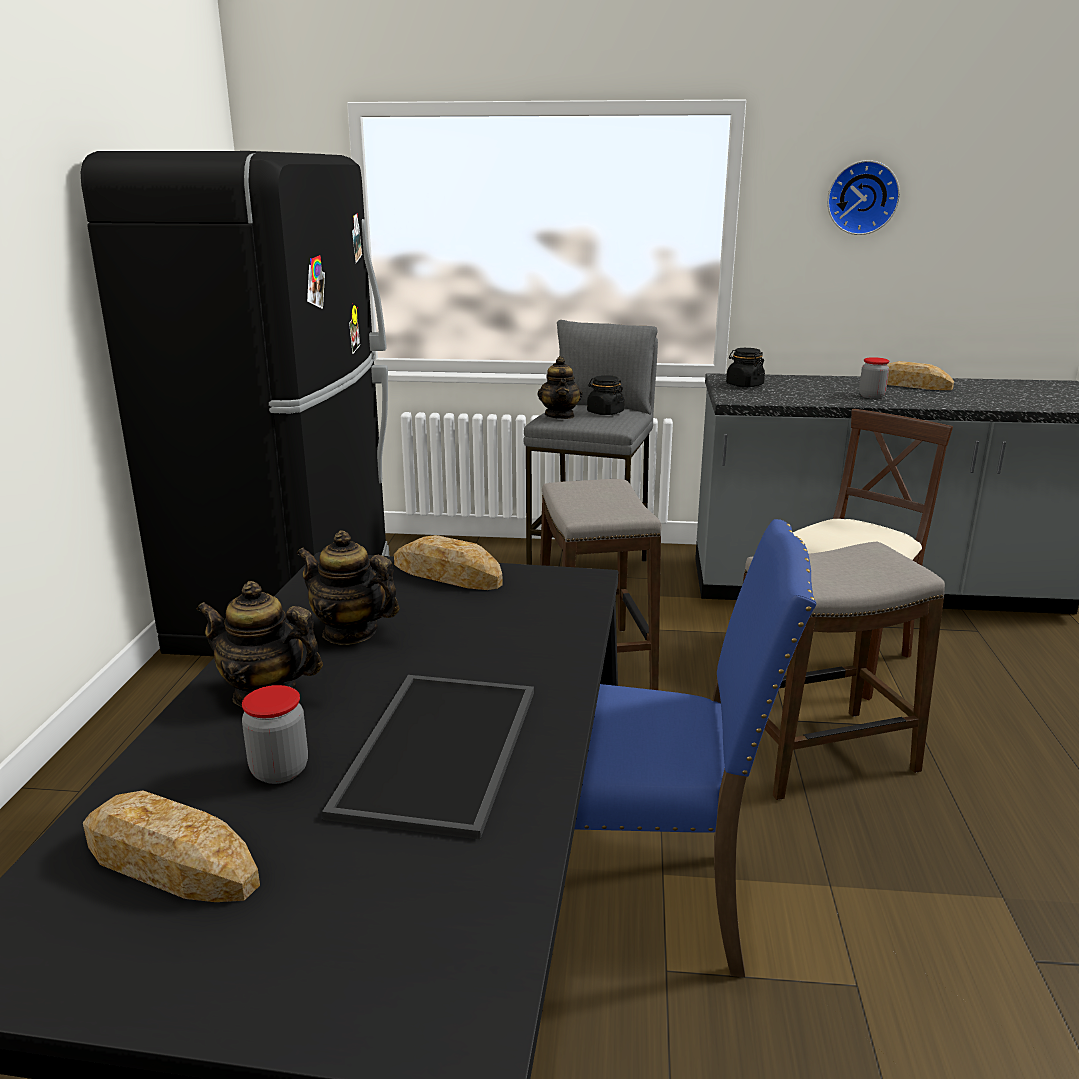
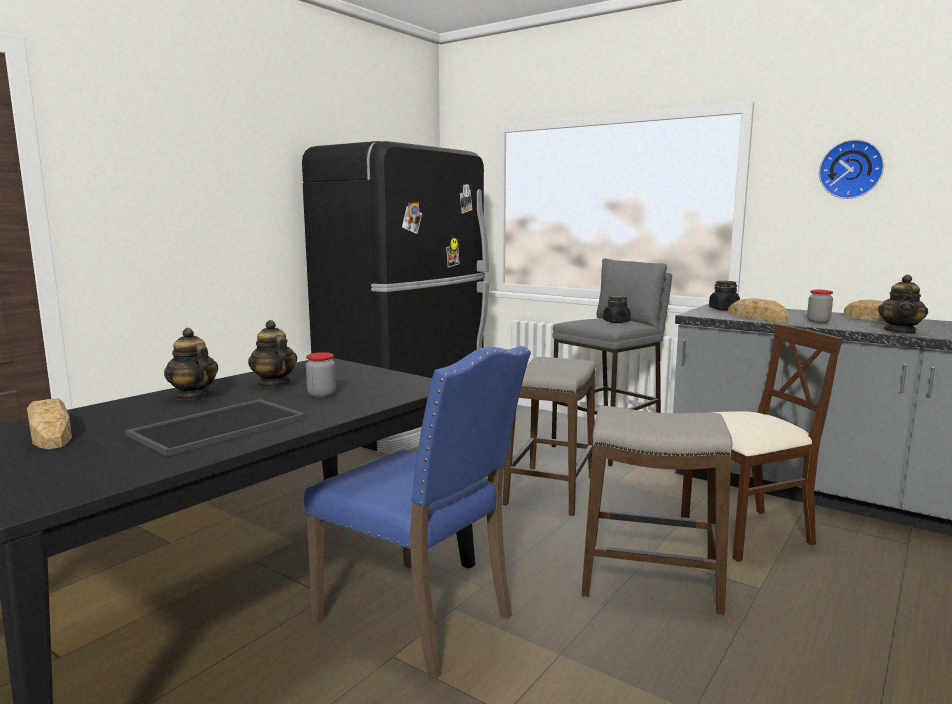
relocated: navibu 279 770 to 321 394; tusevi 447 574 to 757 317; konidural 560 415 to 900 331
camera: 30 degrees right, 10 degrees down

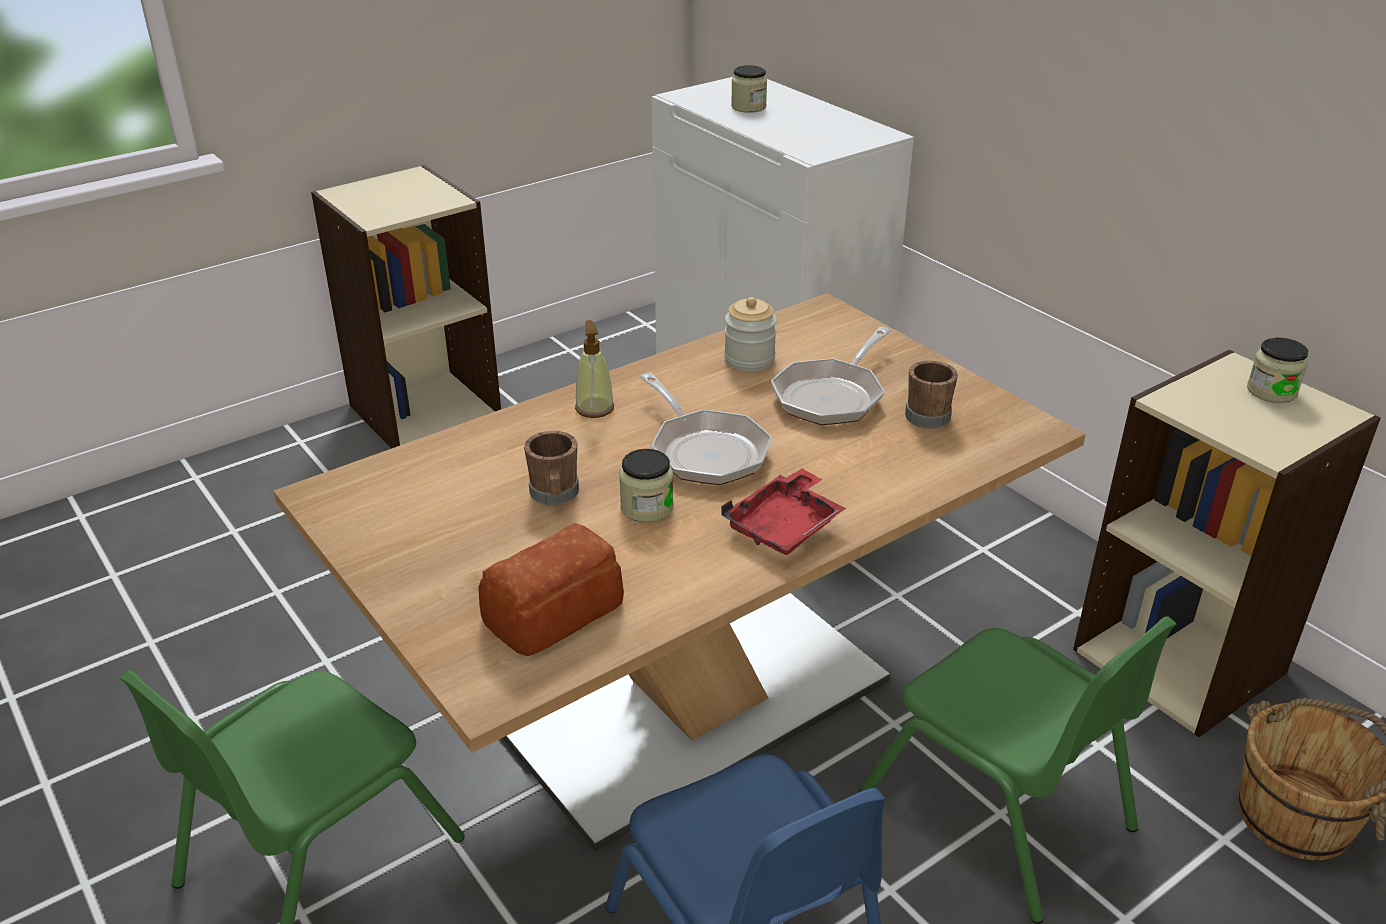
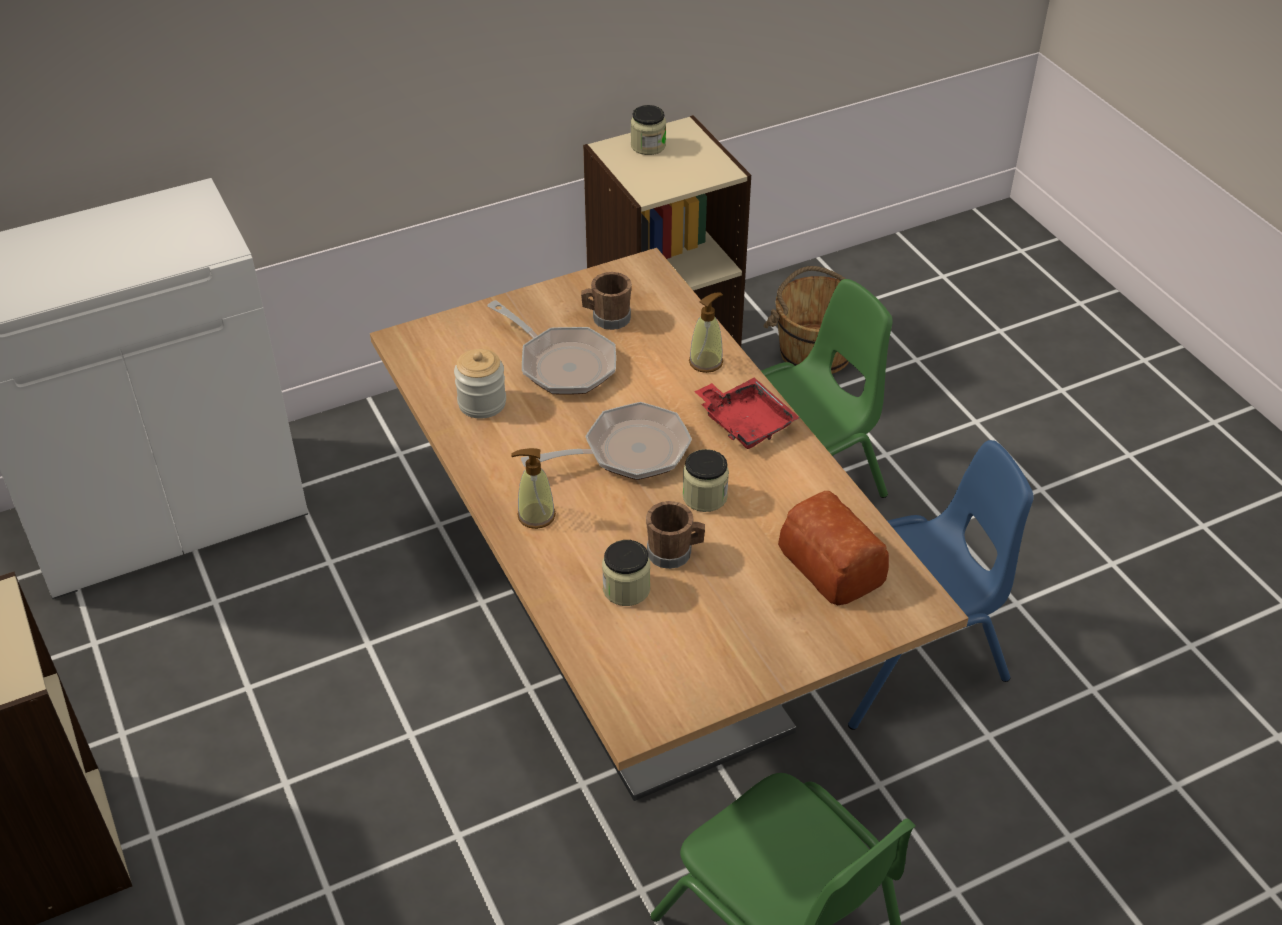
appeared: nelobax 706 362
relocated: navibu 748 107 to 626 589
camera: 80 degrees left, 10 degrees up

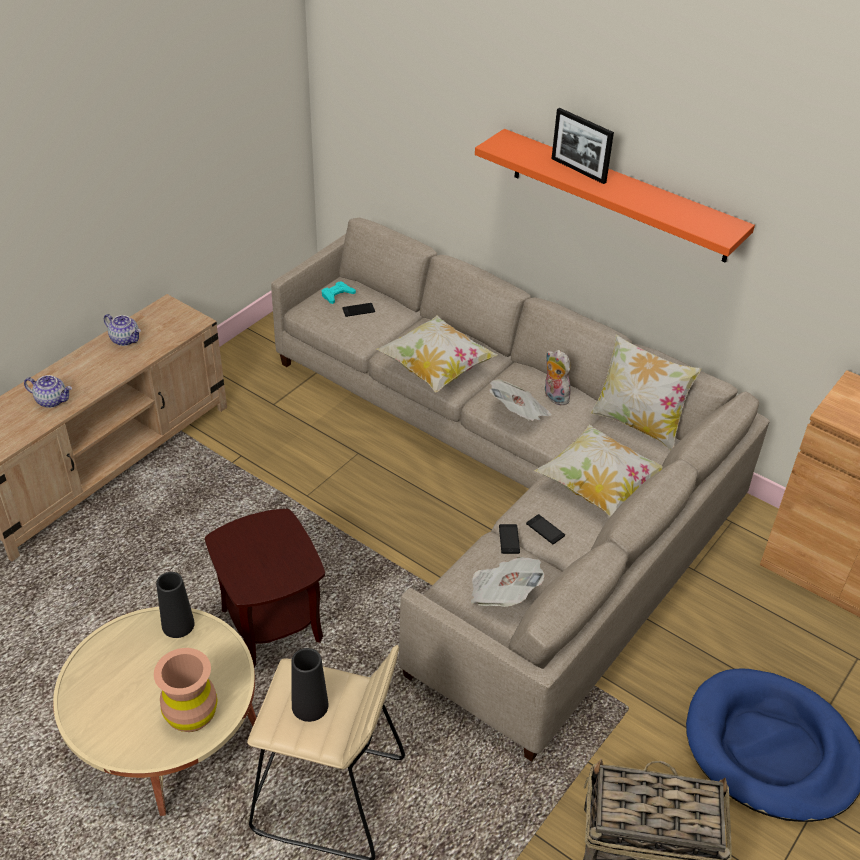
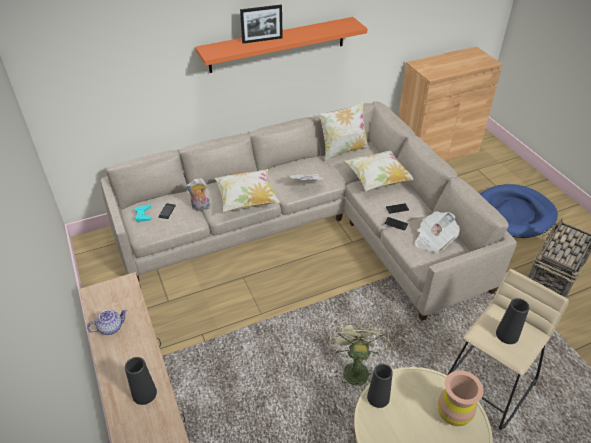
relocated: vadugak 554 397 to 200 207
exchanged: konidural 52 400 to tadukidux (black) 144 393; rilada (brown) 271 624 to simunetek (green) 354 368
camera: 60 degrees left, 0 degrees up

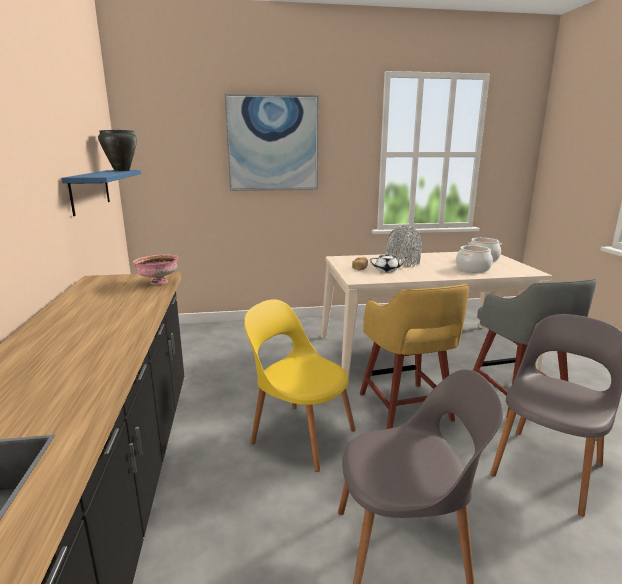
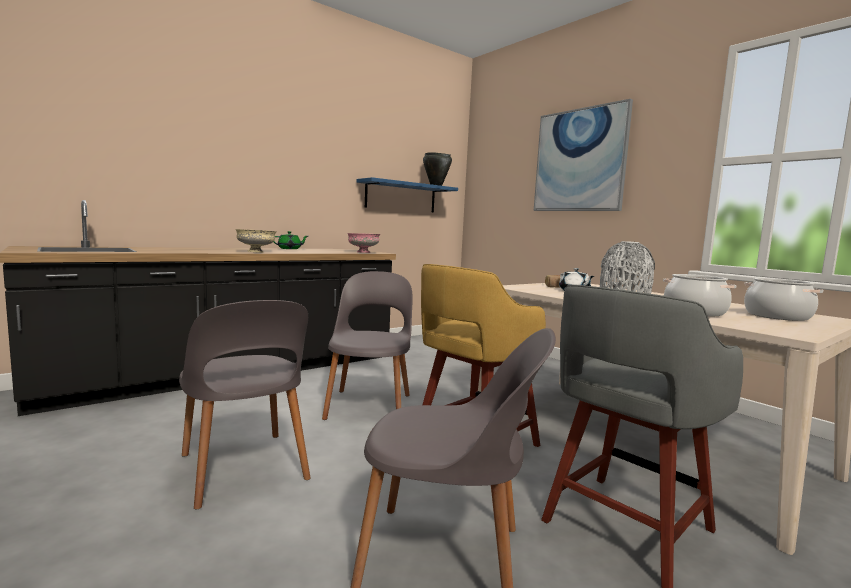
appeared: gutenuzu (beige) 255 252; konidural (green) 290 249
colour: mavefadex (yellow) 300 434 to mavefadex (grey) 369 405
camera: 60 degrees right, 10 degrees down

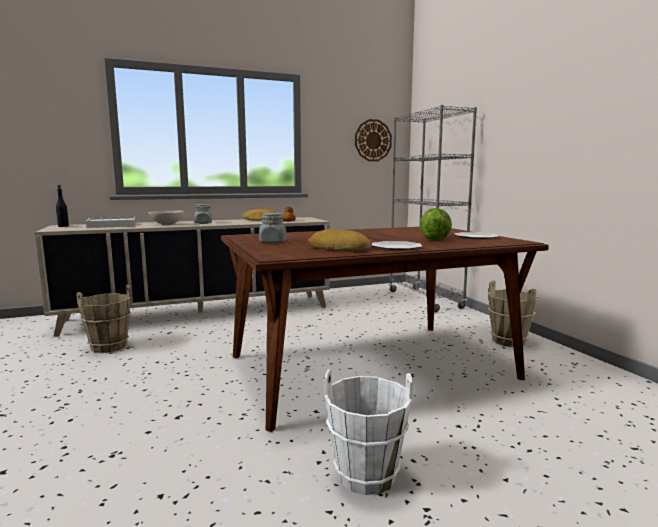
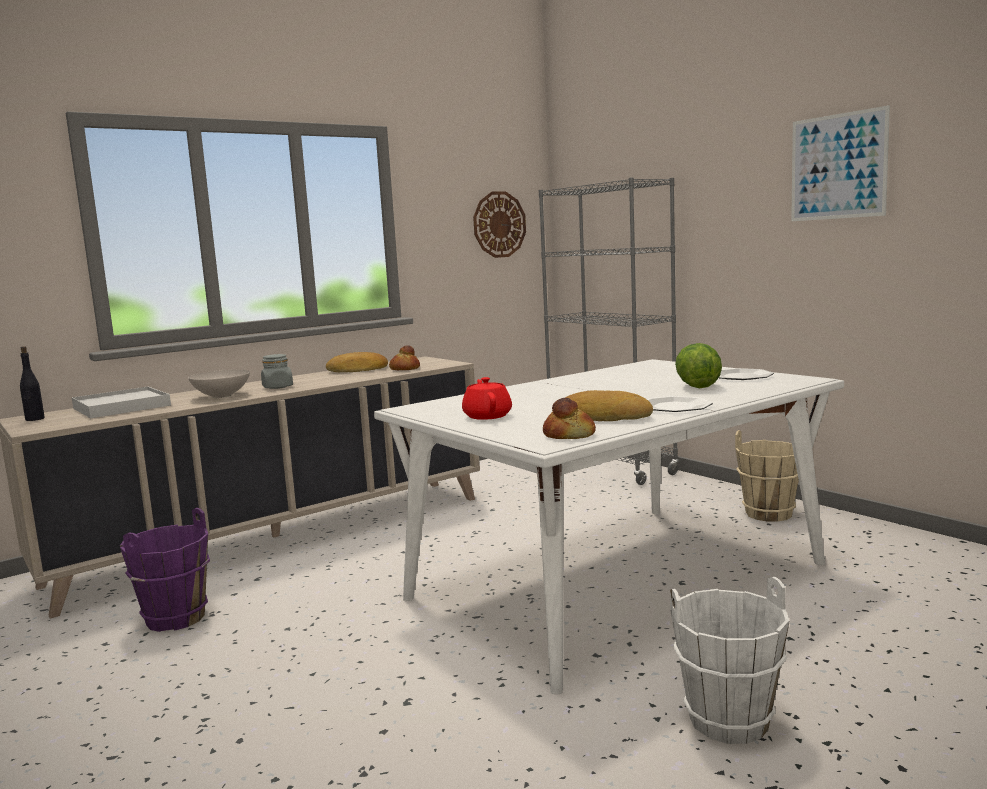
appeared: tusevi 569 435; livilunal 838 166
exchanged: navibu (grey) 273 242 to konidural (red) 487 416
colour: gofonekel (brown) 108 346 to gofonekel (purple) 175 618; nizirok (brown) 369 368 to nizirok (white) 617 582
camera: 15 degrees left, 0 degrees up

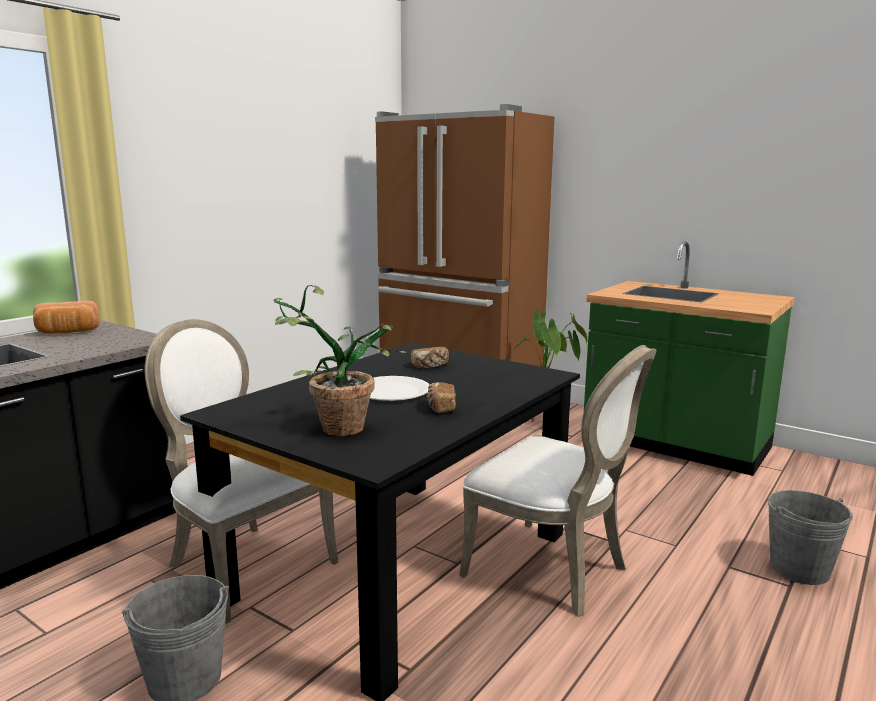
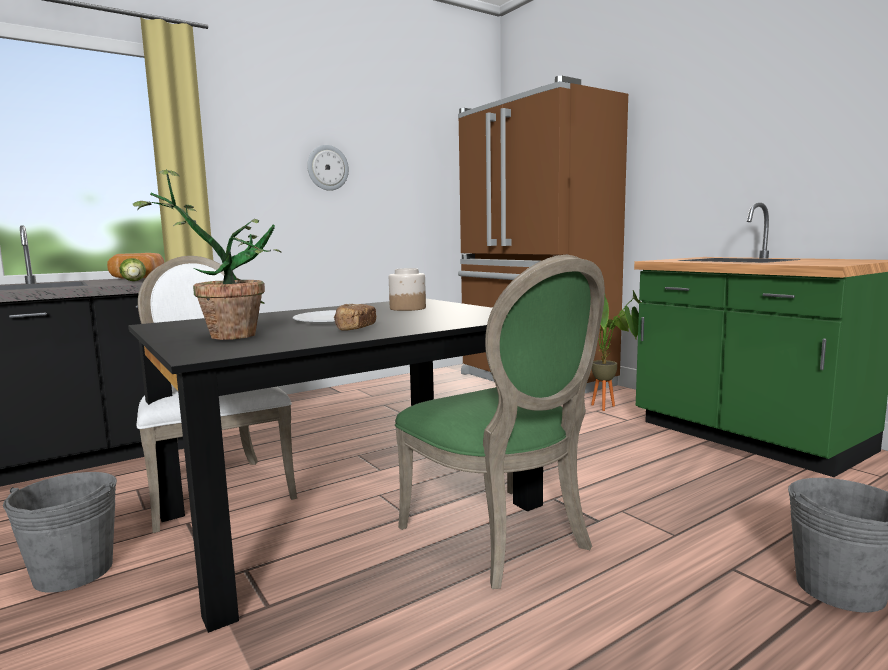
appeared: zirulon 134 281; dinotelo 327 168
exchanged: tusevi 430 366 to navibu 407 308
colour: mavefadex (white) 552 570 to mavefadex (green) 502 538
camera: 20 degrees right, 5 degrees down

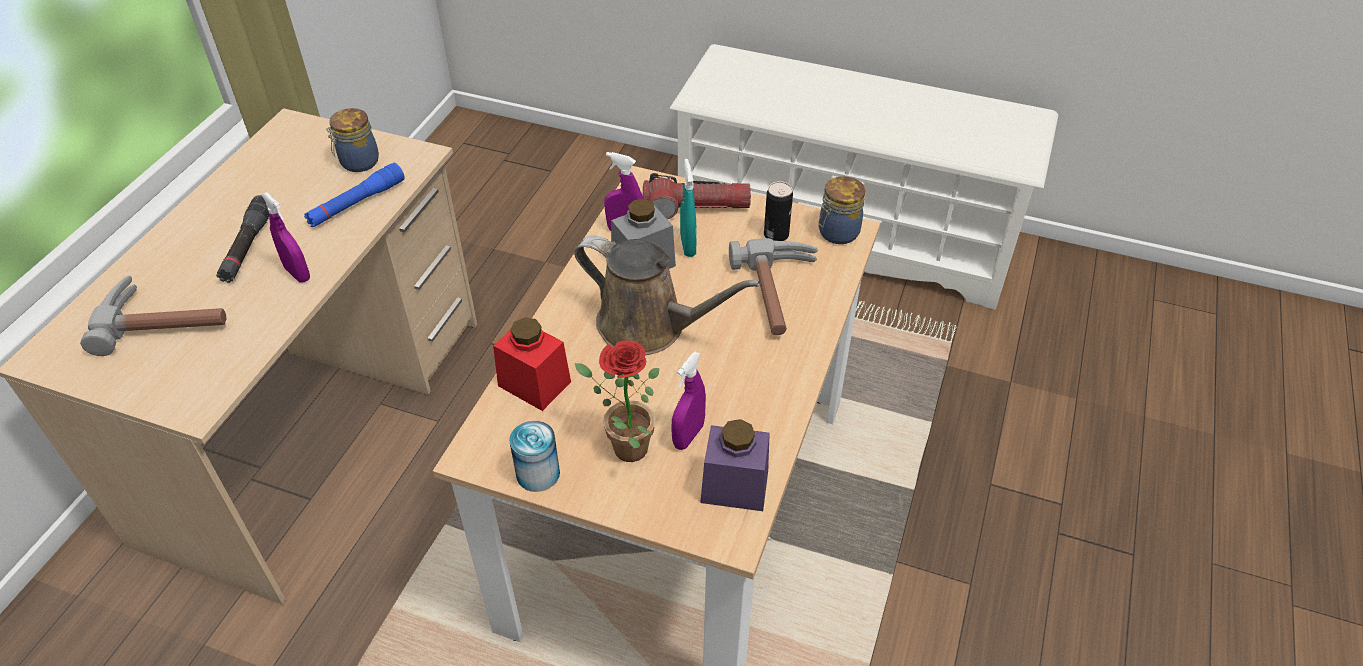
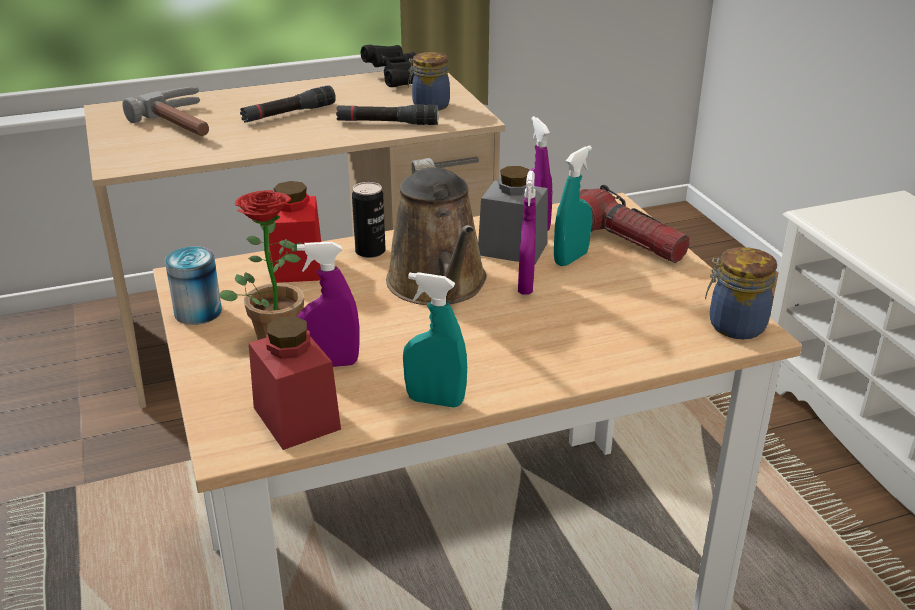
missing: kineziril 780 294
appeared: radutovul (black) 397 78; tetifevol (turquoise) 435 401
relocated: tetifevol (purple) 297 274 to 526 285; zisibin 776 235 to 370 251
colour: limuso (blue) 357 203 to limuso (black) 387 123; navibu (purple) 734 486 to navibu (red) 296 418
camera: 50 degrees right, 15 degrees down

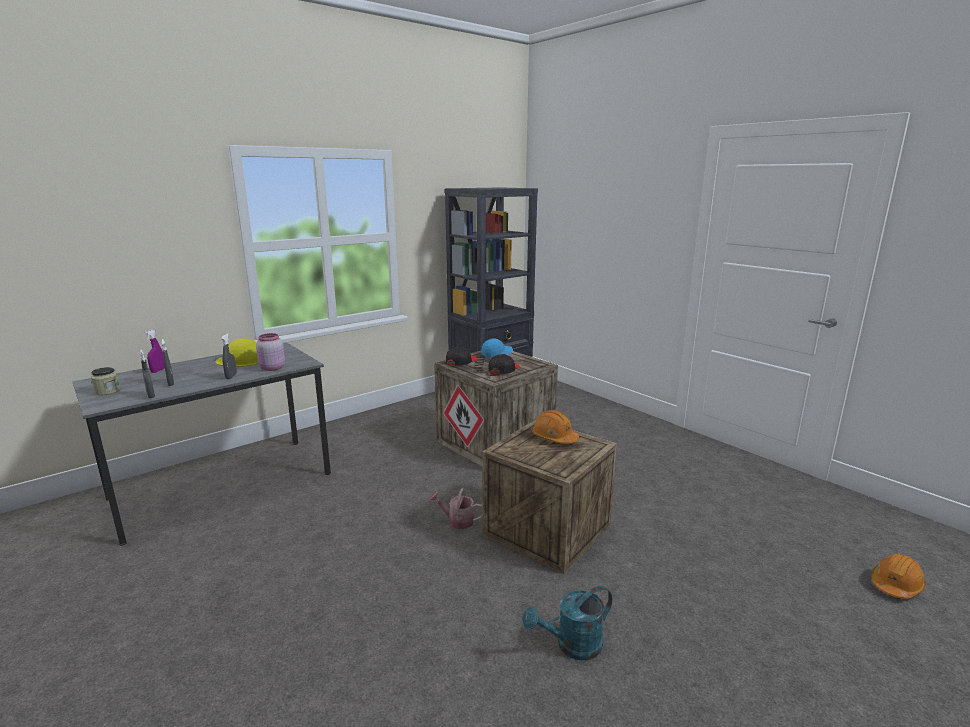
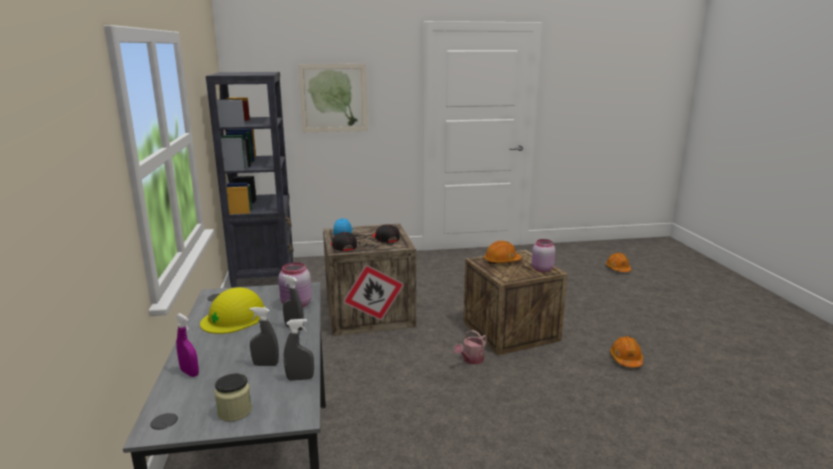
appeared: livilunal 333 98; navibu (pink) 541 269
exchanged: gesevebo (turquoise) 572 646 to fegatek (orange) 626 359
camera: 60 degrees left, 0 degrees up

